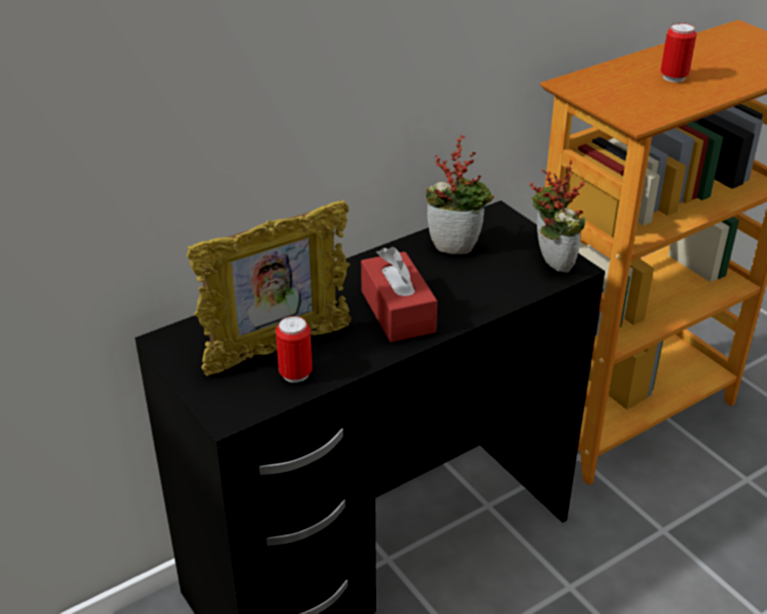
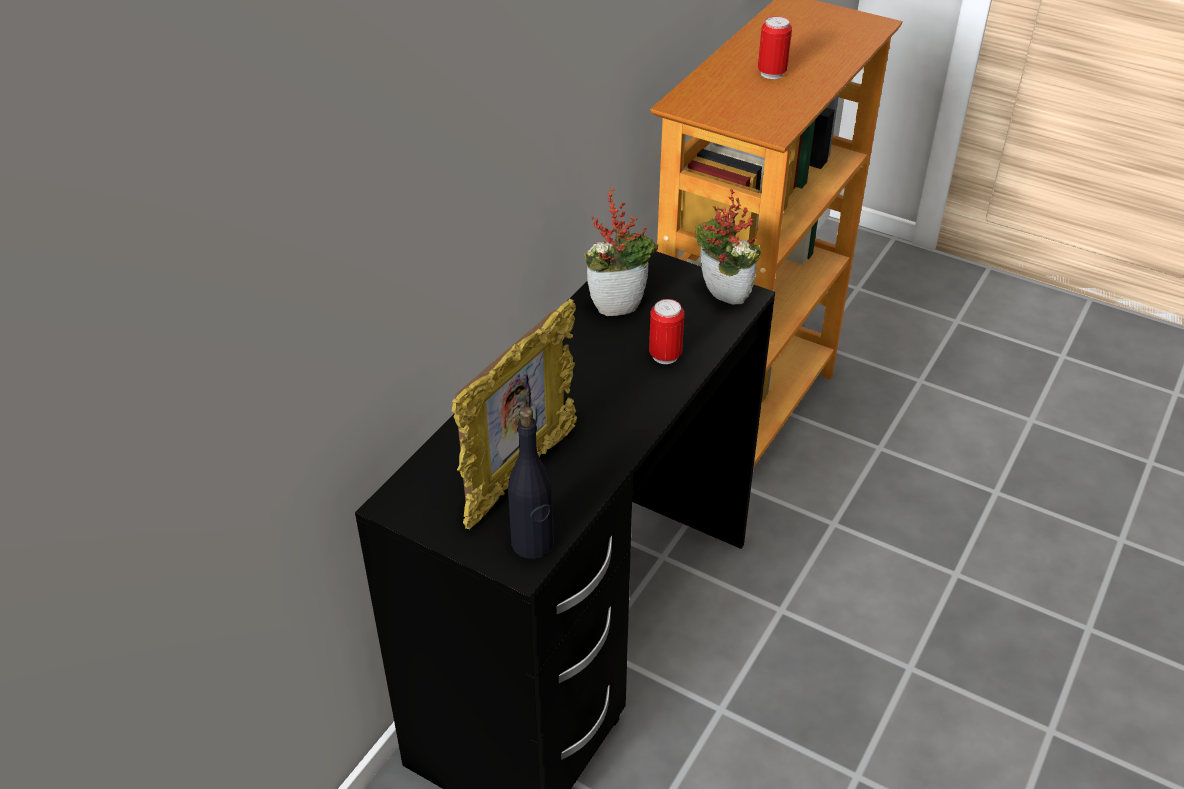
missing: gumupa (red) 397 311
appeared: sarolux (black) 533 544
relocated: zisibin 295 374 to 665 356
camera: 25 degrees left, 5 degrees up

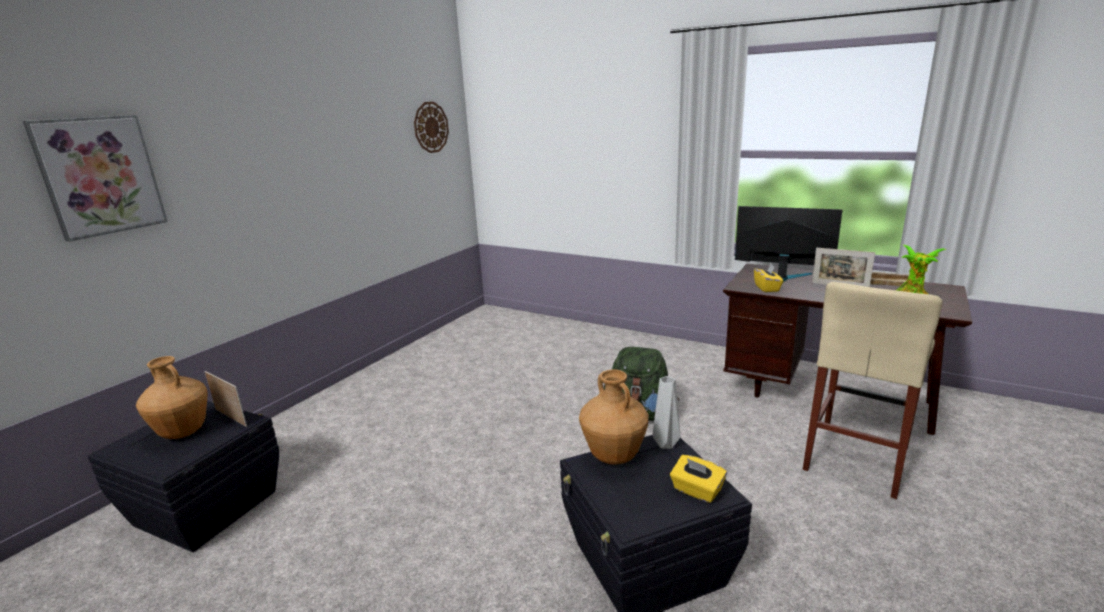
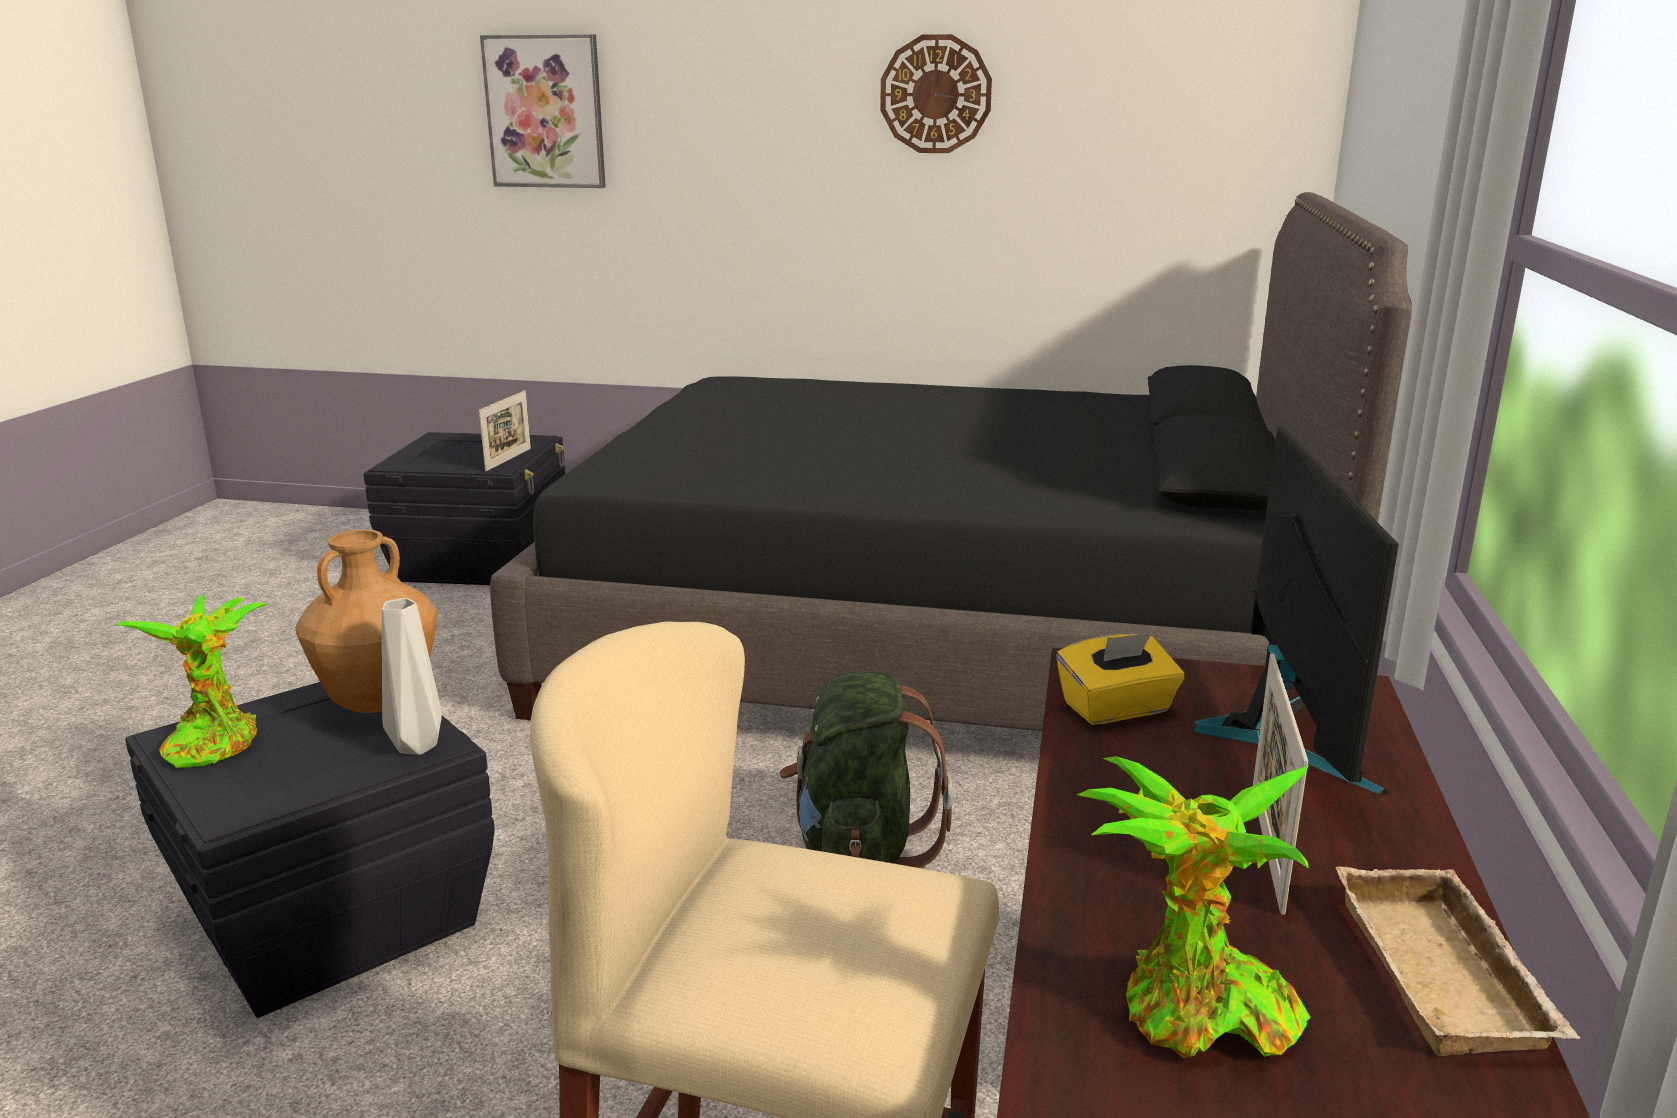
missing: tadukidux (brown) 184 433; gumupa (yellow) 696 491
appeared: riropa 213 742; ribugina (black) 935 642
relocated: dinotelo 431 127 to 935 94
camera: 70 degrees right, 0 degrees up

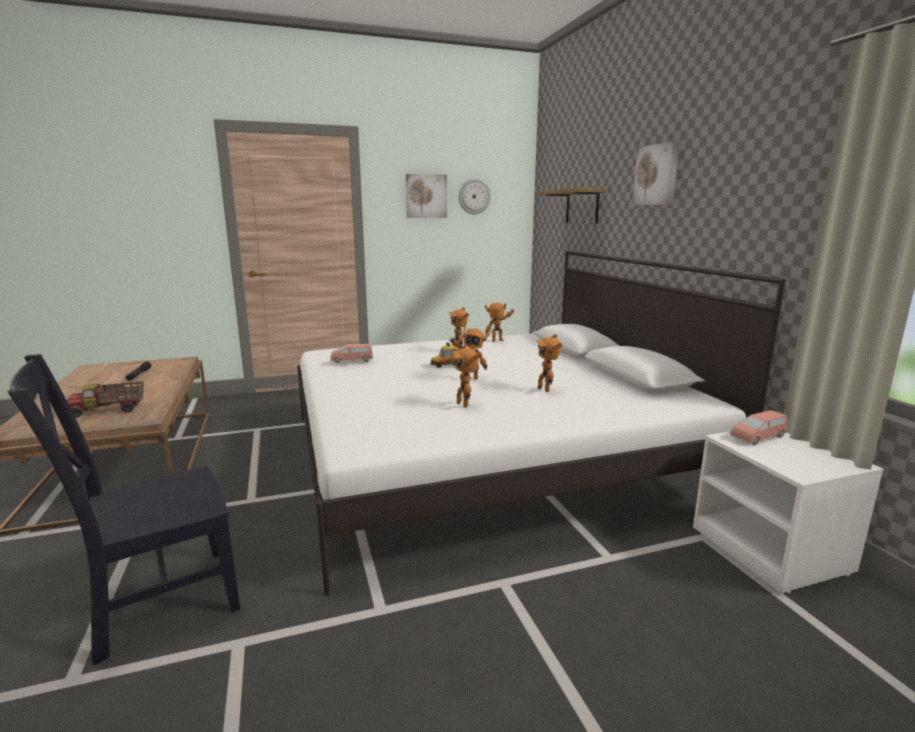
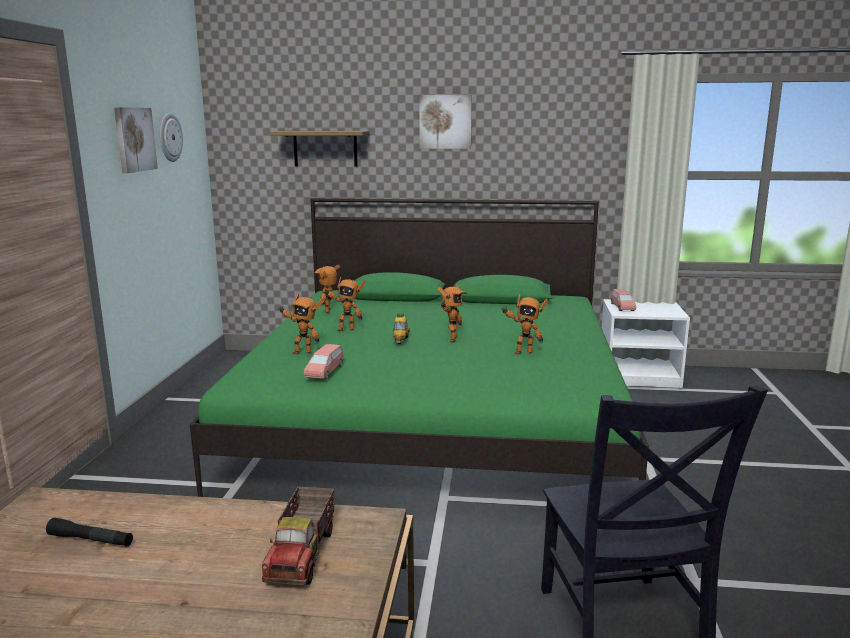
relocated: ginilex 545 389 to 302 352
colour: ribugina (white) 486 454 to ribugina (green) 436 419
camera: 65 degrees left, 0 degrees up

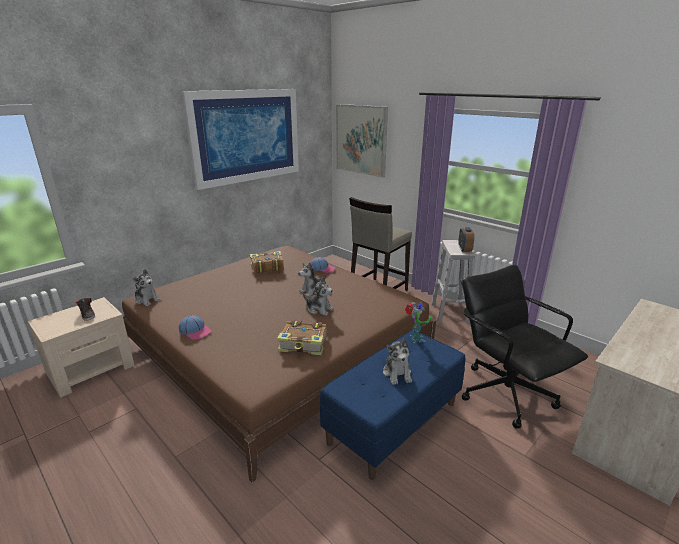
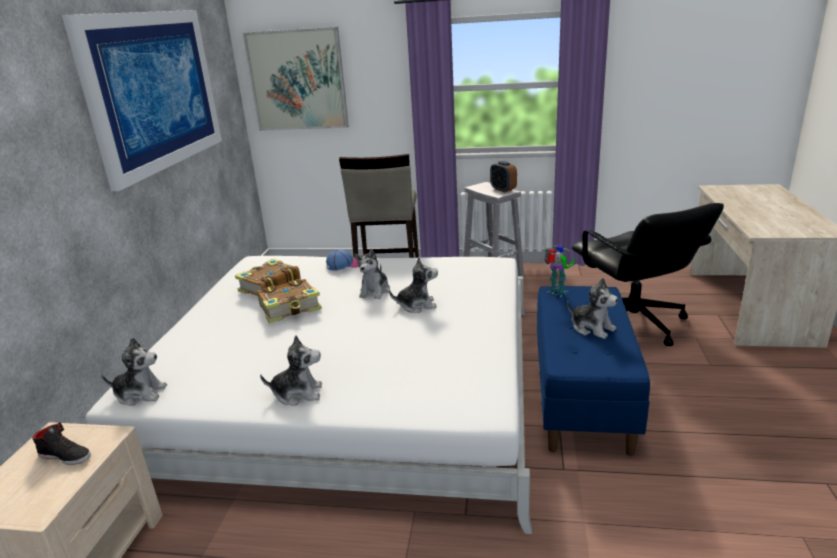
relocated: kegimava 304 344 to 291 308
exchanged: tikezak 195 331 to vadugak 298 393
colour: ribugina (brown) 277 346 to ribugina (white) 350 389
spun: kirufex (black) 506 393 = 633 323 135 degrees counterclockwise
camera: 35 degrees left, 0 degrees up

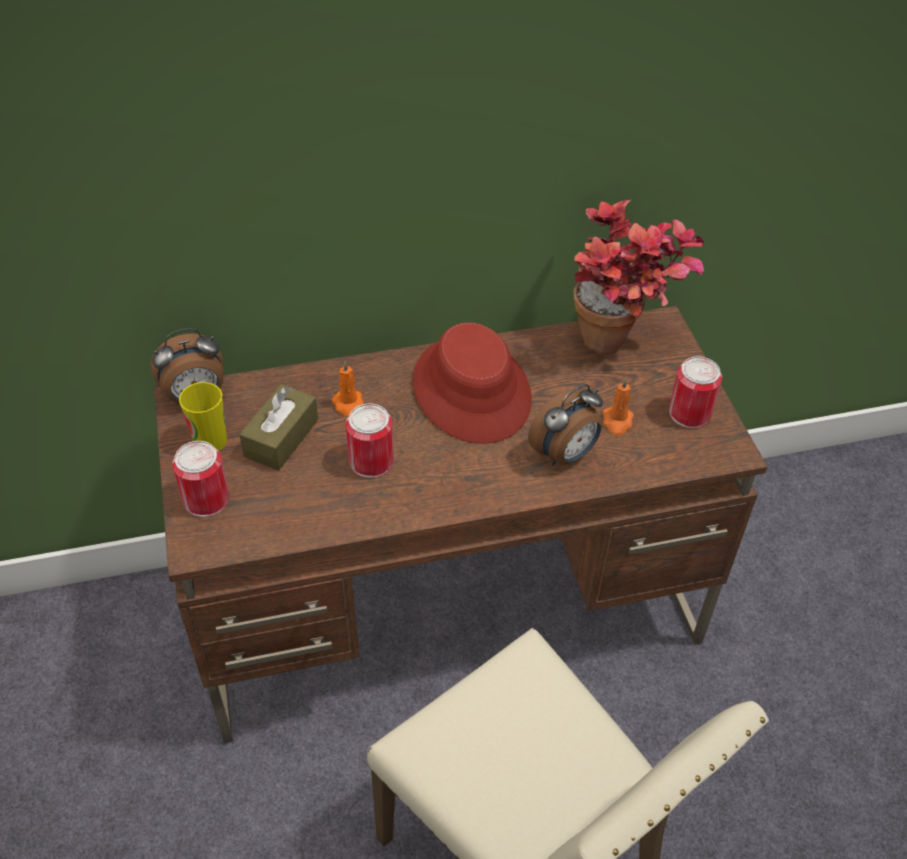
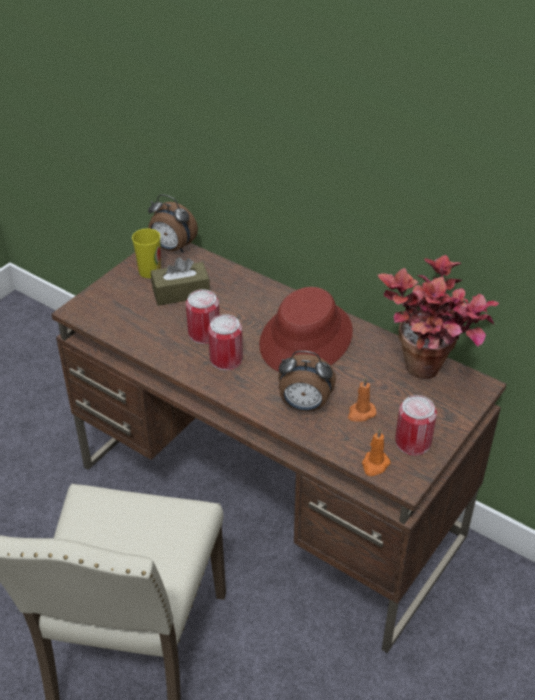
relocated: zisibin 206 499 to 226 359; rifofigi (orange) 349 405 to 374 465
camera: 50 degrees right, 5 degrees down

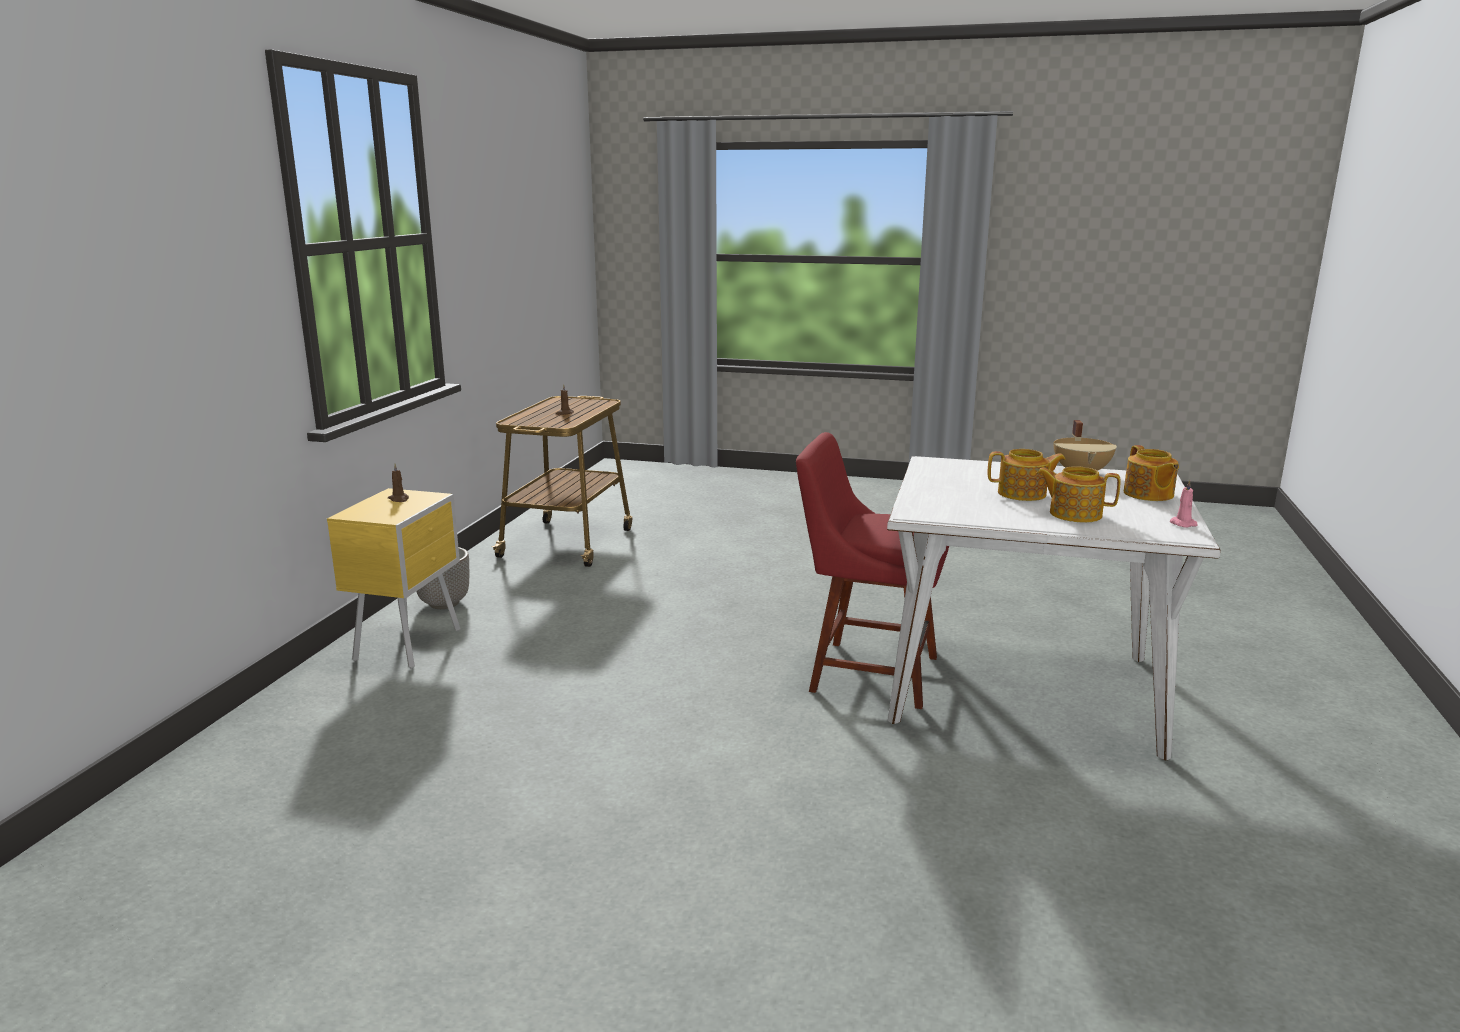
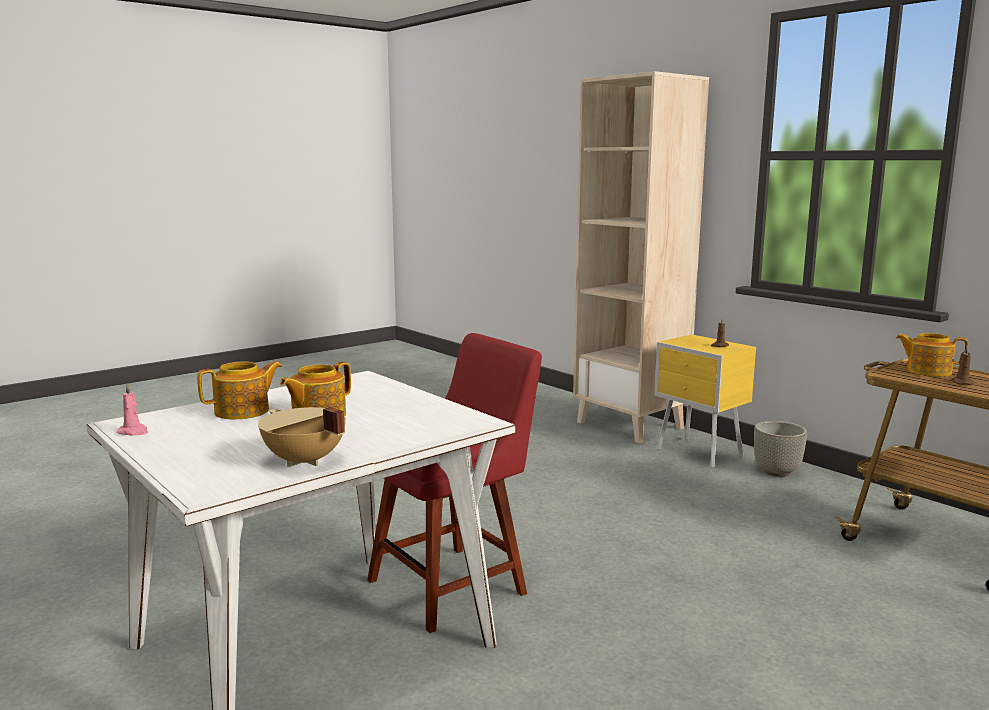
appeared: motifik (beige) 631 425
relocated: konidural 1148 494 to 927 371
camera: 125 degrees right, 5 degrees down

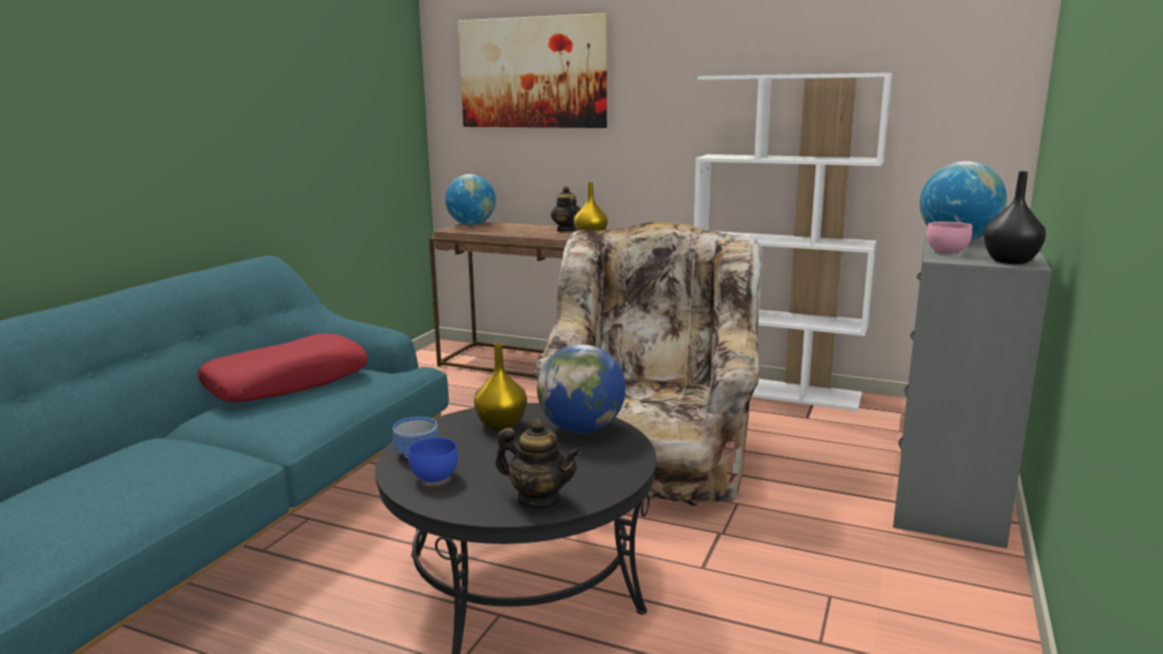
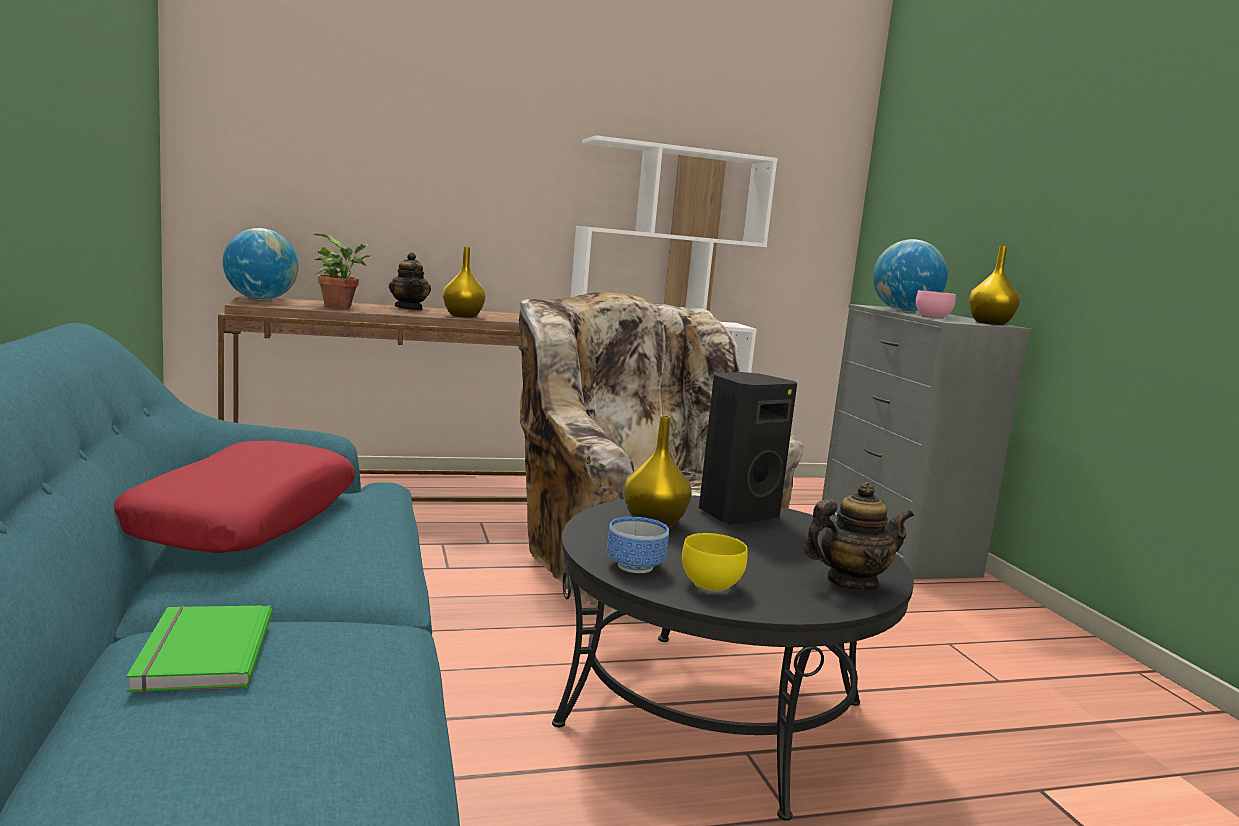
missing: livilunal 532 73
appeared: kegimava (green) 199 653; riropa 341 307
exchanged: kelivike 581 429 to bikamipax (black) 736 514
colour: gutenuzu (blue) 433 478 to gutenuzu (yellow) 711 586; tadukidux (black) 1010 261 to tadukidux (yellow) 989 323
spun: konidural 566 230 = 409 308 150 degrees counterclockwise
camera: 40 degrees left, 5 degrees down

